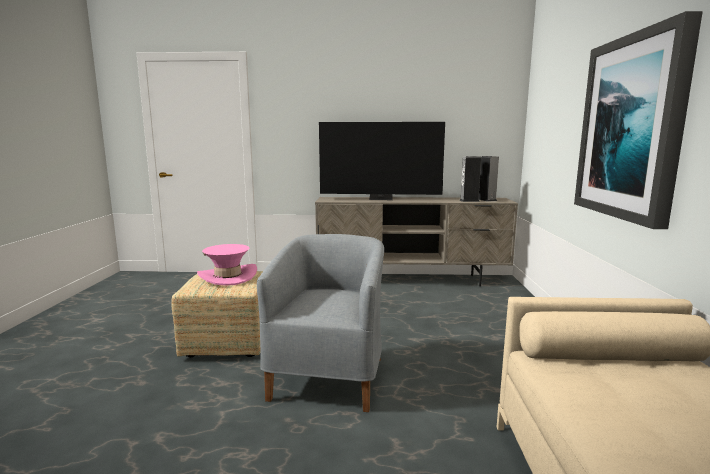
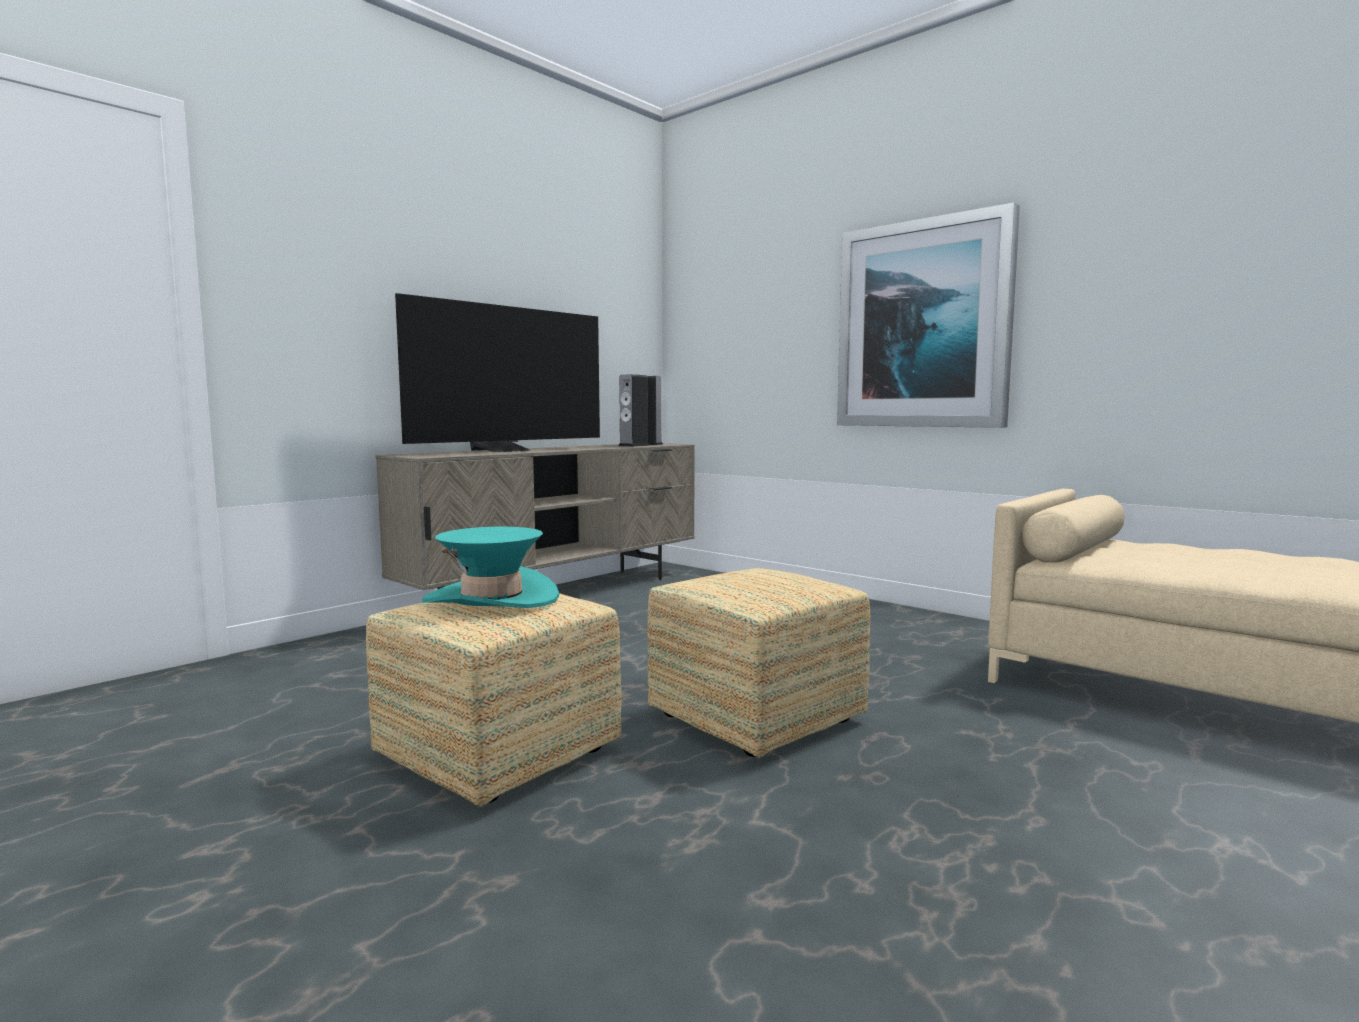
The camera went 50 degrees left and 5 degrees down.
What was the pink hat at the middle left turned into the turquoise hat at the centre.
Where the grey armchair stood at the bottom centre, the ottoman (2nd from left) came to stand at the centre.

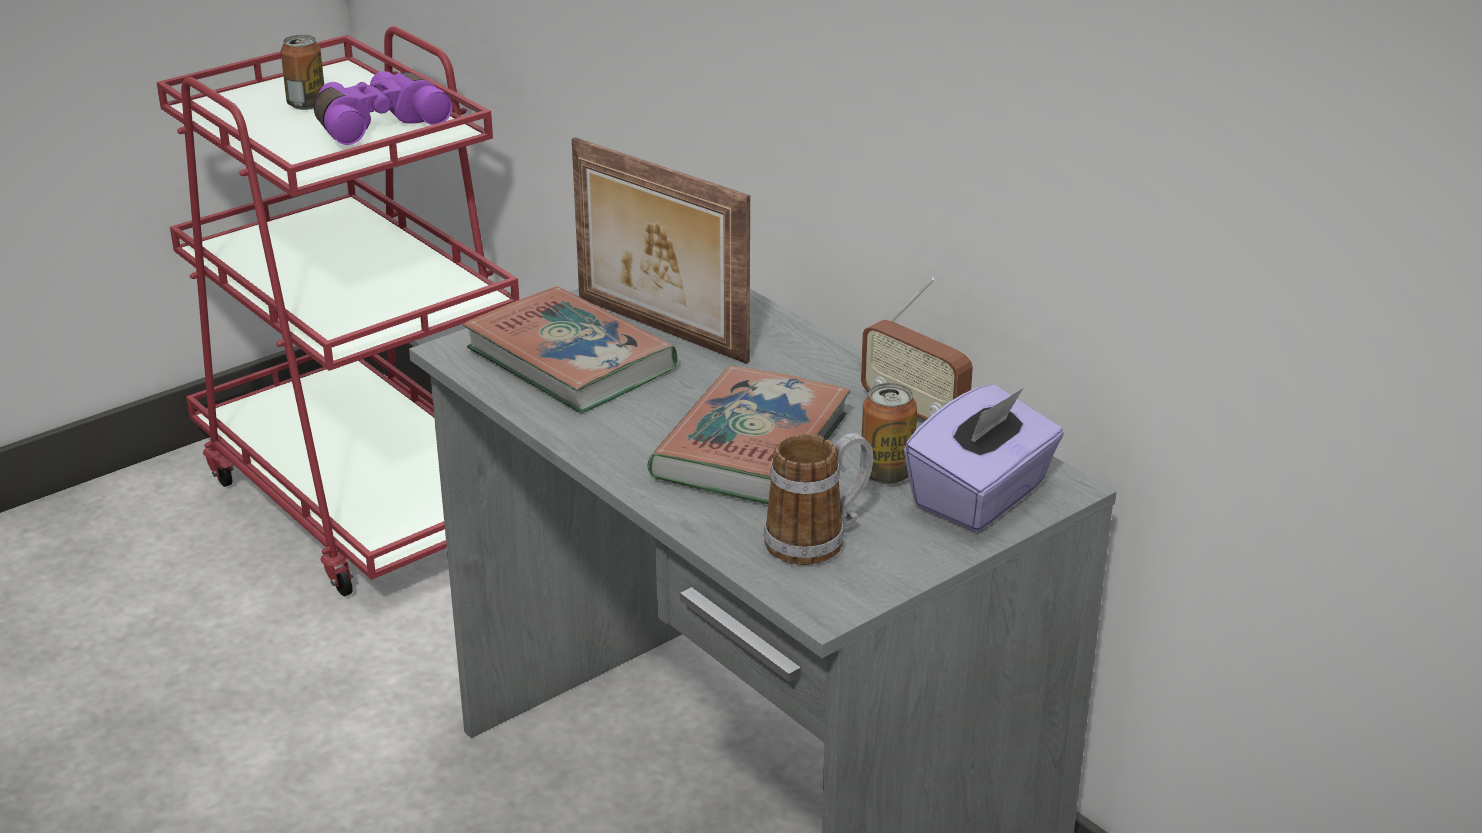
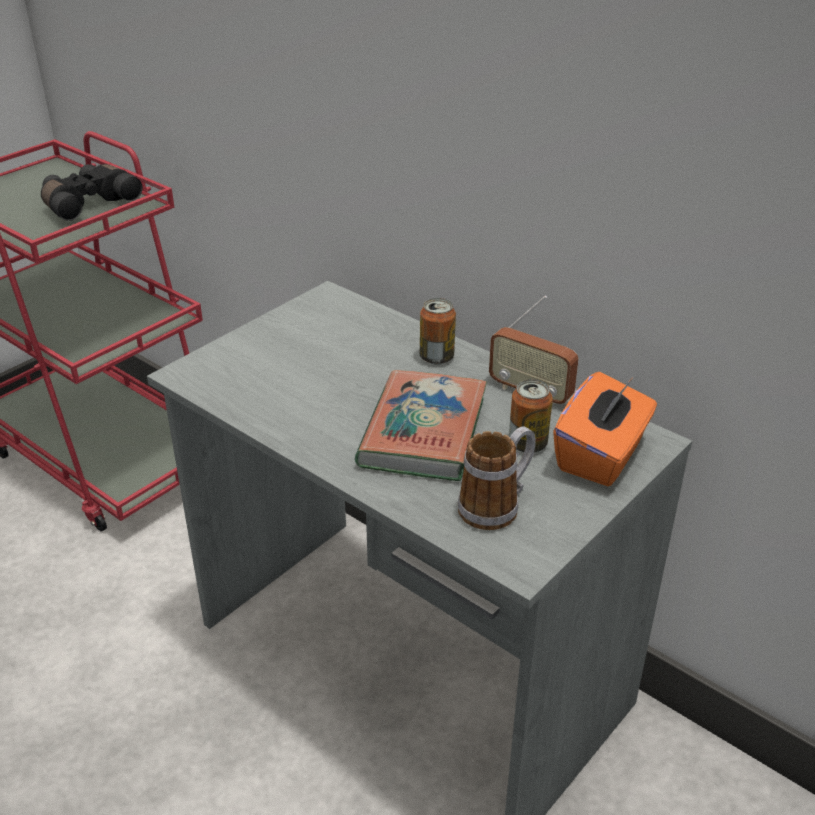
The camera went 10 degrees left and 5 degrees up.
What was the purple binoculars at the top left turned into the black binoculars at the top left.
The can (1st from left) ended up elsewhere, having gone from the top left to the centre.
What was the purple tissue box at the centre turned into the orange tissue box at the middle right.
The second view lost the book (1st from left) at the centre.
The second view lost the picture frame at the top centre.

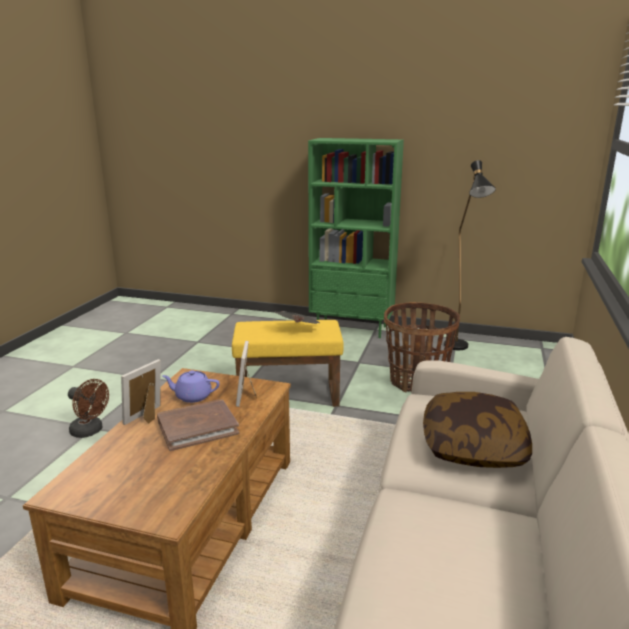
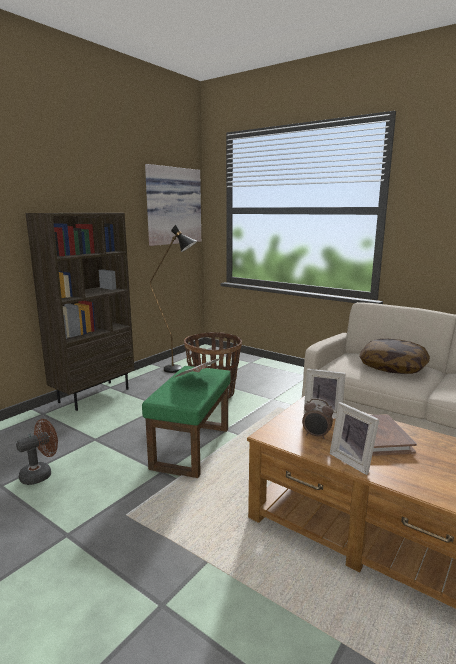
The camera went 70 degrees left and 5 degrees down.
The brown fan ended up elsewhere, having gone from the middle left to the bottom left.
What was the green bookcase at the centre turned into the brown bookcase at the middle left.
What was the yellow ottoman at the centre turned into the green ottoman at the centre.
The second view gained the picture at the top centre.
Where the purple teapot stood at the middle left, the alarm clock came to stand at the middle right.

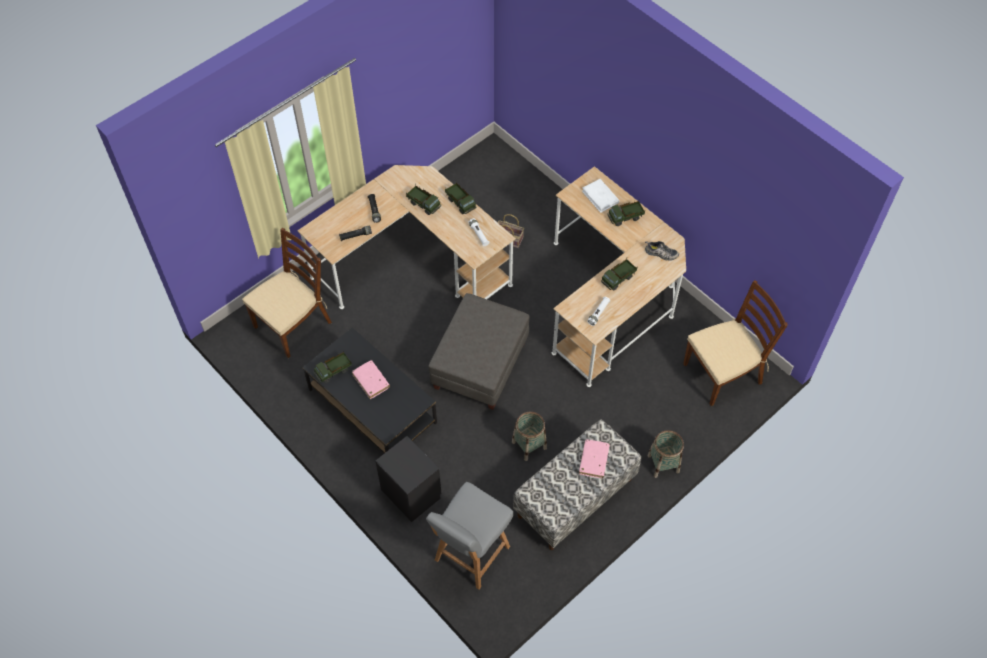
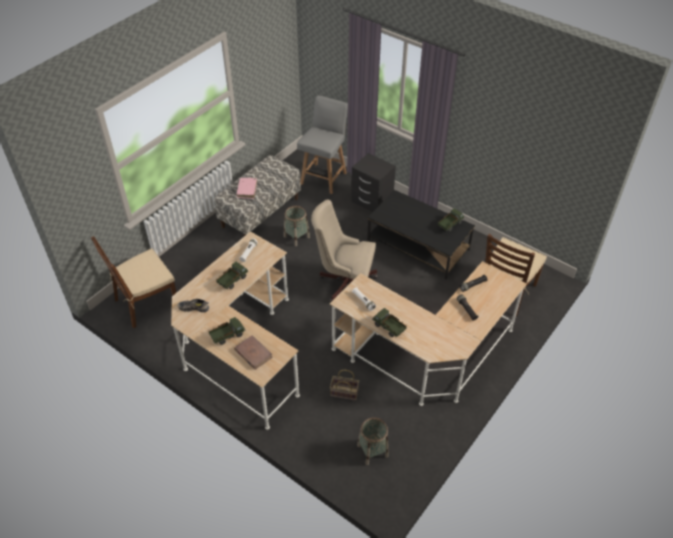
The camera went 170 degrees right and 10 degrees down.
What was the white book at the top centre turned into the brown book at the centre.
Where the grey ottoman stood at the centre, the beige office chair came to stand at the centre.
The basket (3rd from left) ended up elsewhere, having gone from the bottom right to the bottom centre.
The second view lost the pink book (1st from left) at the centre.
The second view lost the toy truck (2nd from left) at the top centre.

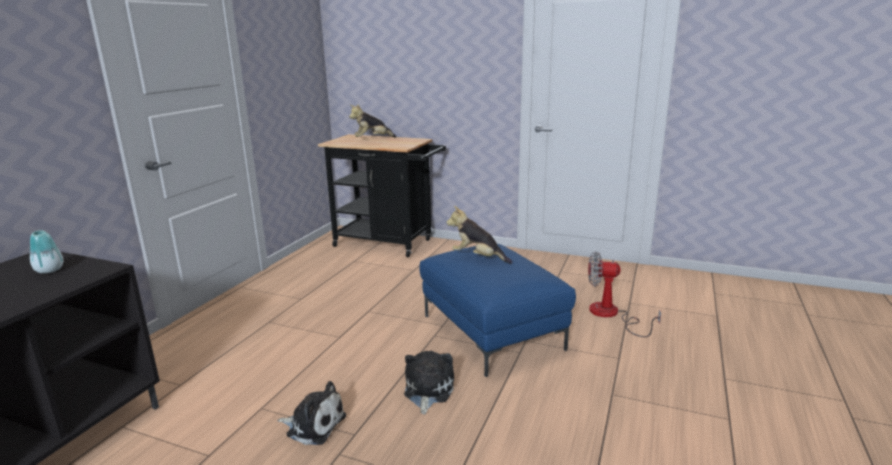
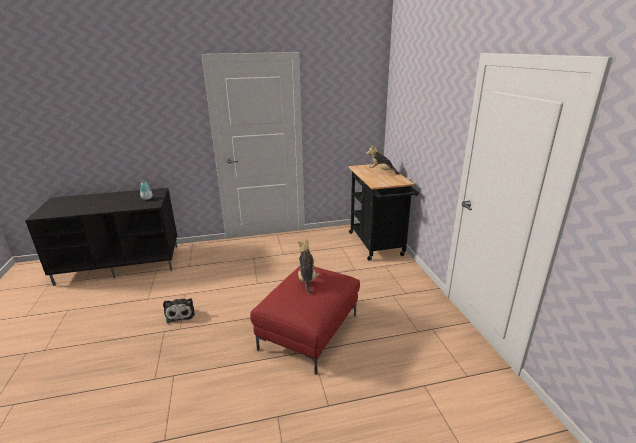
The camera went 55 degrees right and 5 degrees up.
What was the blue ottoman at the bottom centre turned into the red ottoman at the bottom centre.
The second view lost the plush toy (3rd from left) at the bottom centre.
The second view lost the fan at the middle right.

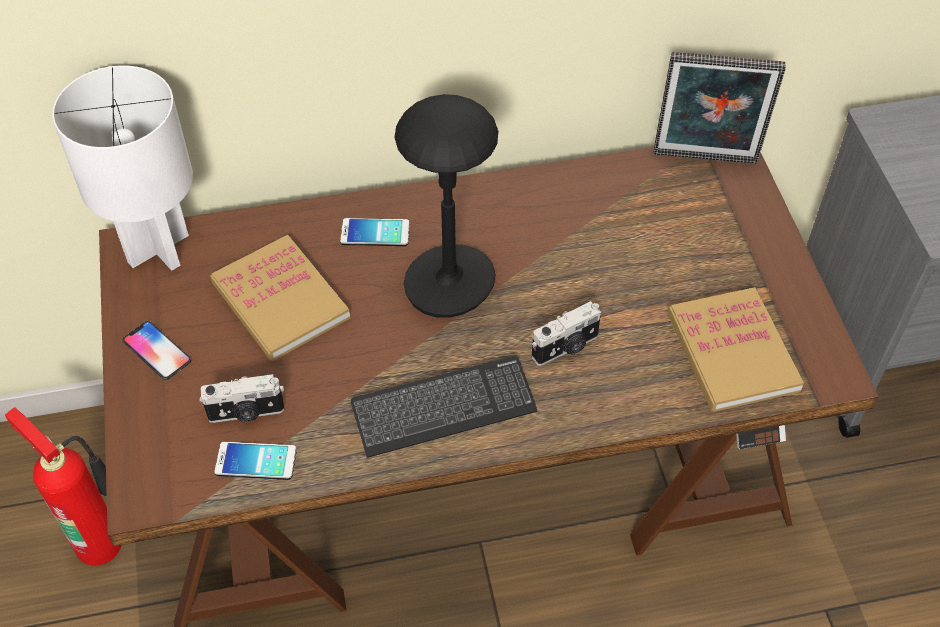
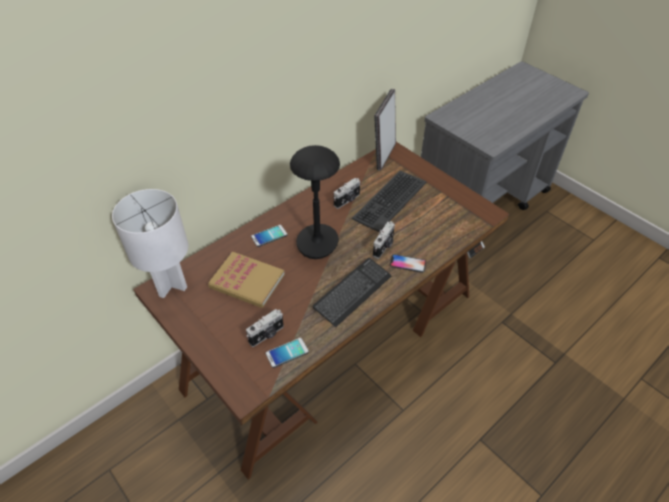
The camera went 30 degrees left and 5 degrees down.
The second view gained the photo camera (2nd from left) at the centre.
The second view gained the keyboard (2nd from left) at the centre.
The picture frame at the top right ended up facing another way, 135 degrees clockwise from before.
The phone (1st from left in the first image) ended up elsewhere, having gone from the middle left to the centre.
The second view lost the fire extinguisher at the bottom left.
The second view lost the book (2nd from left) at the middle right.

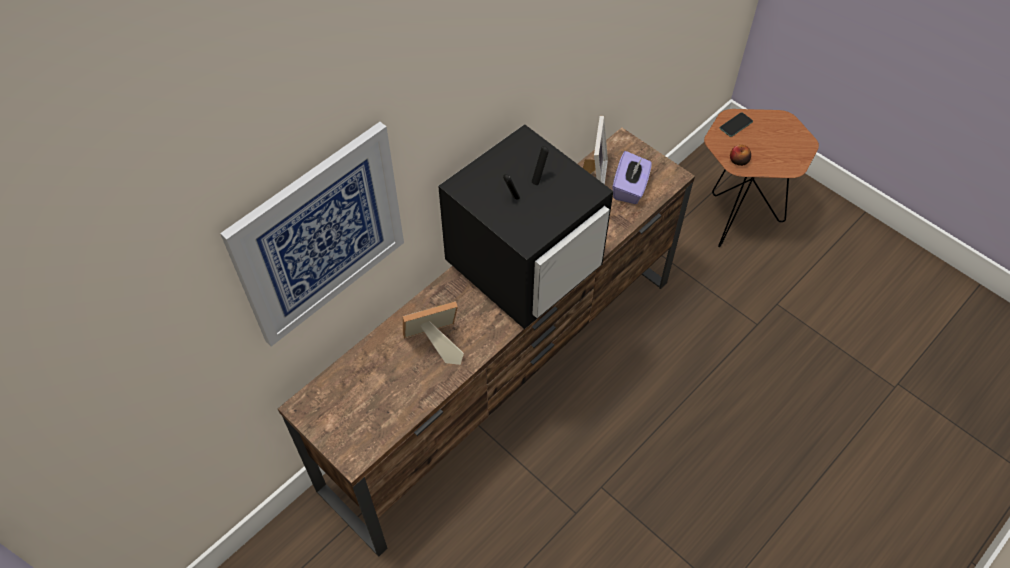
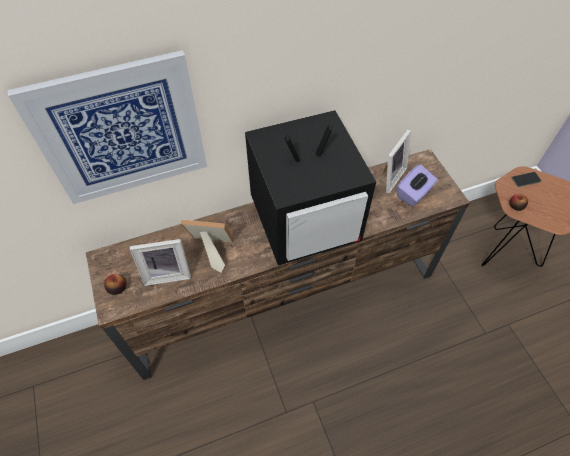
The camera went 25 degrees right and 0 degrees up.
The second view gained the apple (1st from left) at the middle left.
The second view gained the picture frame (1st from left) at the middle left.

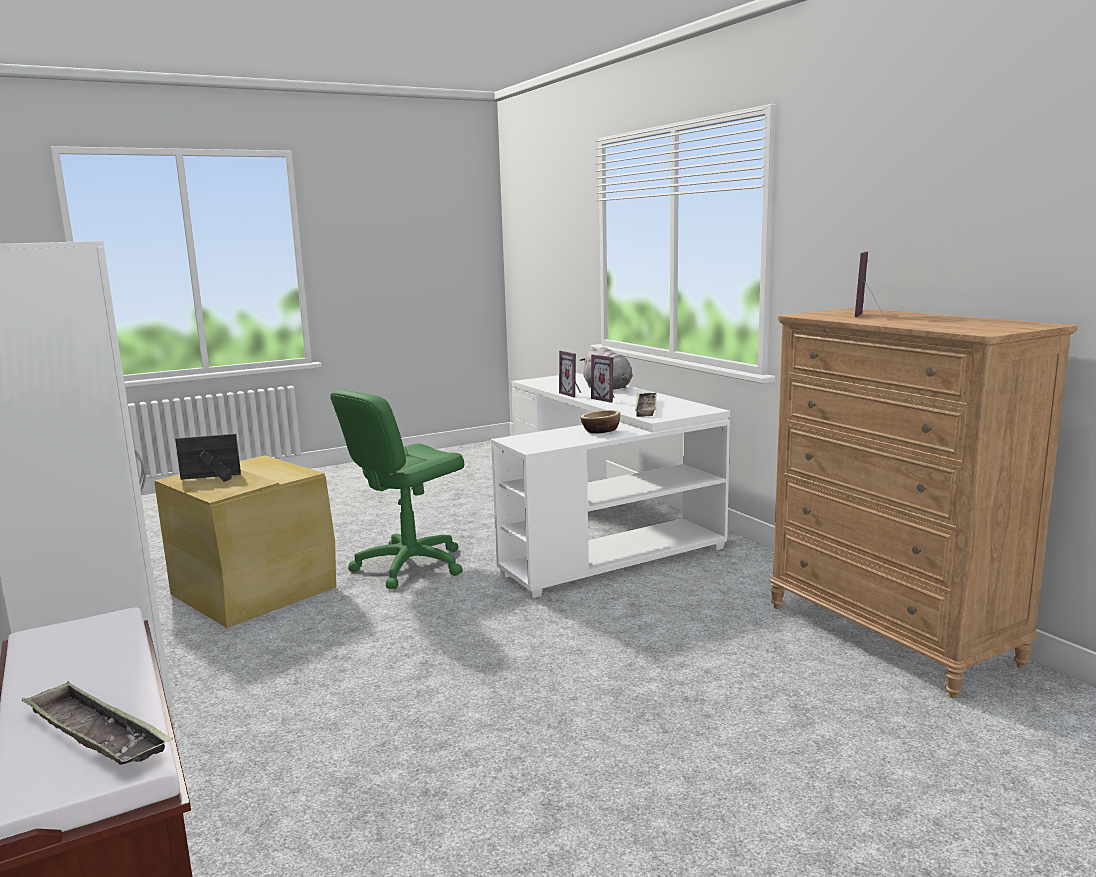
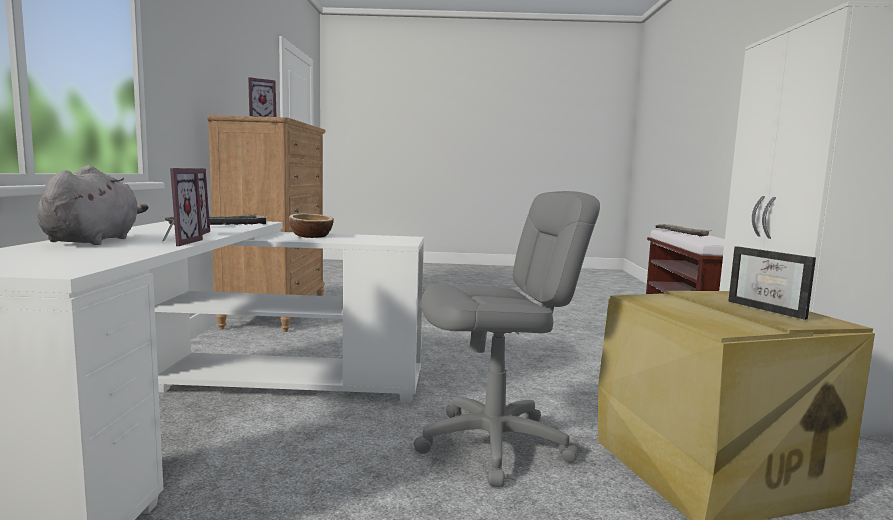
The camera went 150 degrees left and 5 degrees down.
What was the green office chair at the centre turned into the grey office chair at the centre.
The picture frame (1st from left in the first image) at the middle left ended up facing another way, 45 degrees clockwise from before.

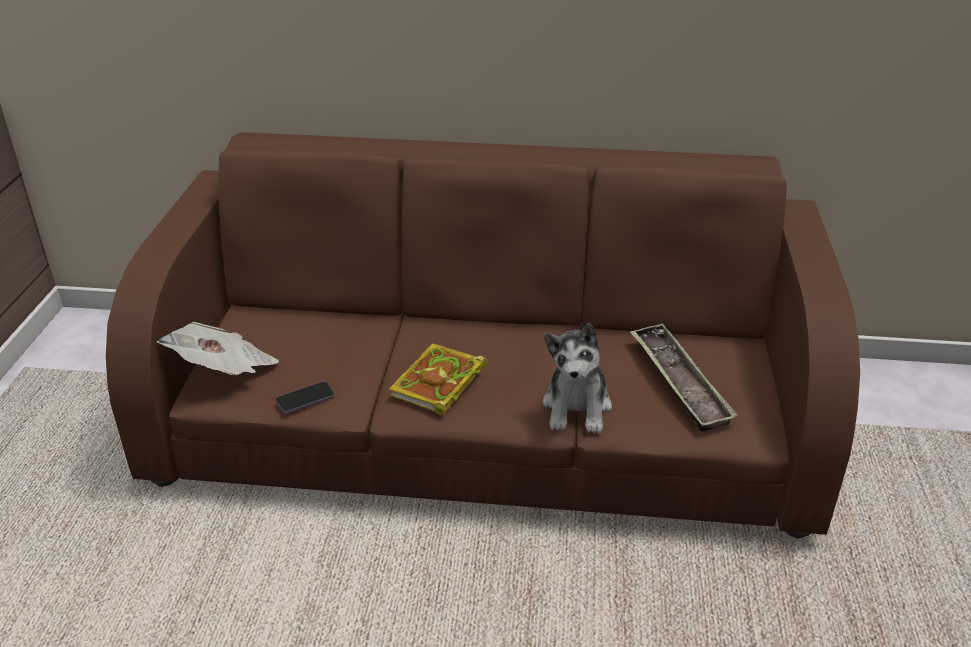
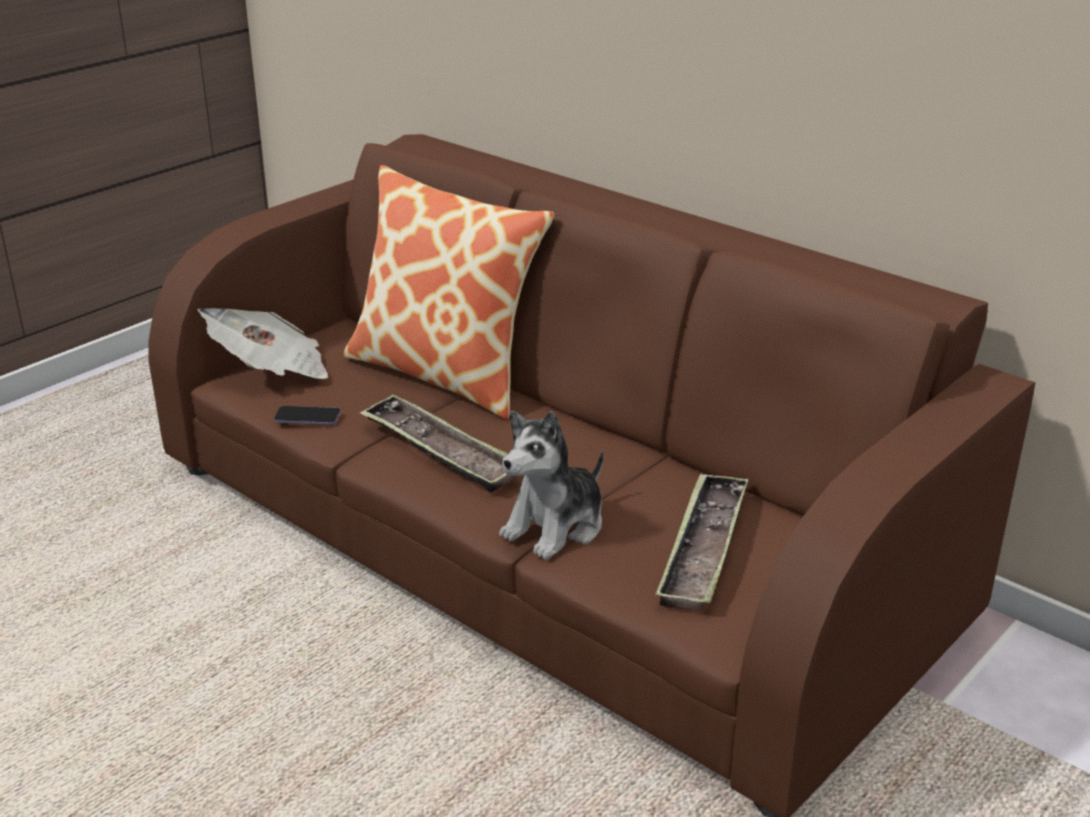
The camera went 35 degrees right and 5 degrees down.
The second view gained the pillow at the centre.
Where the book stood at the centre, the tray (1st from left) came to stand at the centre.

